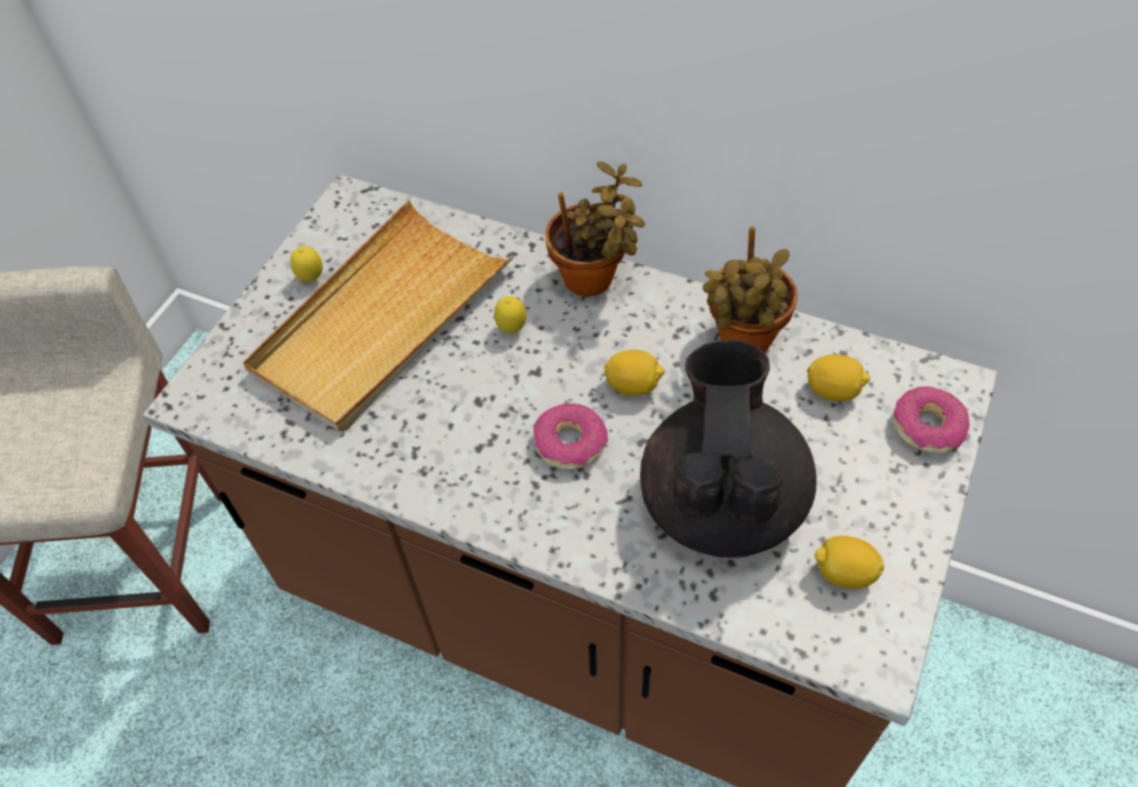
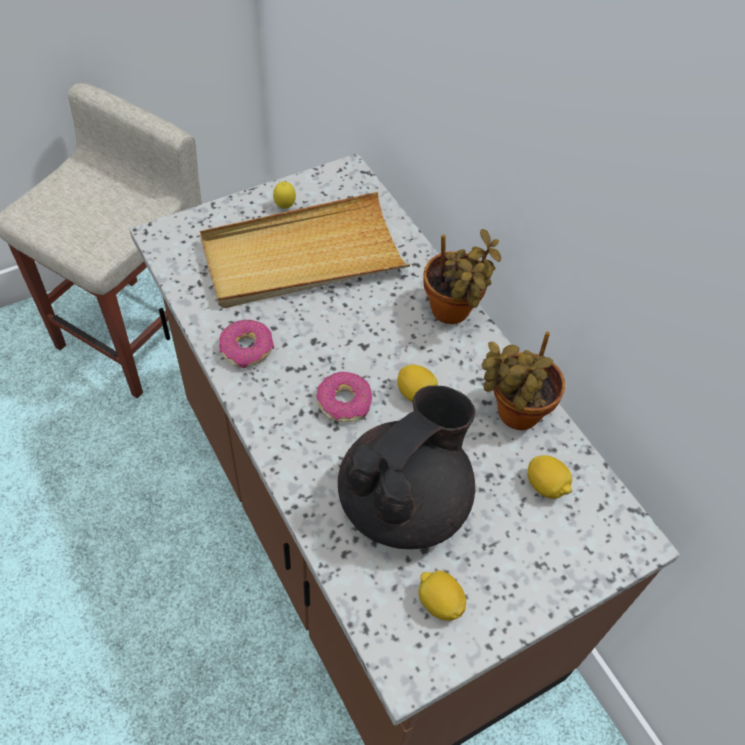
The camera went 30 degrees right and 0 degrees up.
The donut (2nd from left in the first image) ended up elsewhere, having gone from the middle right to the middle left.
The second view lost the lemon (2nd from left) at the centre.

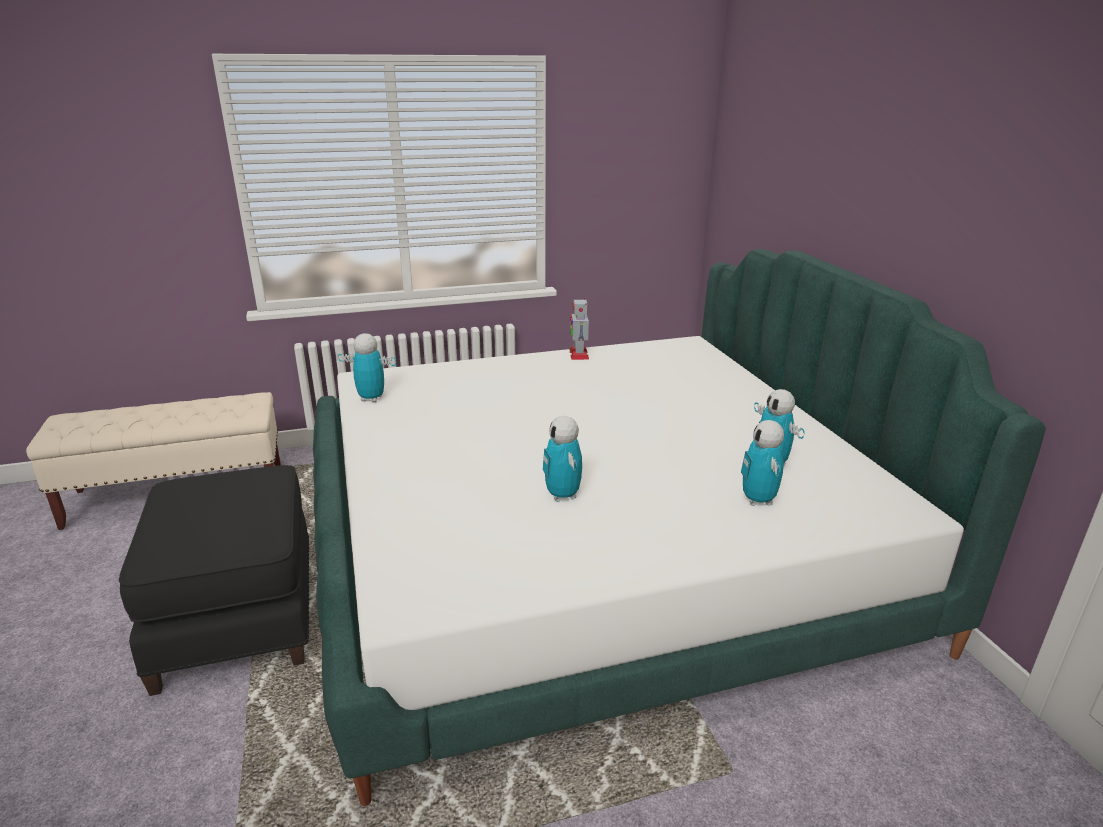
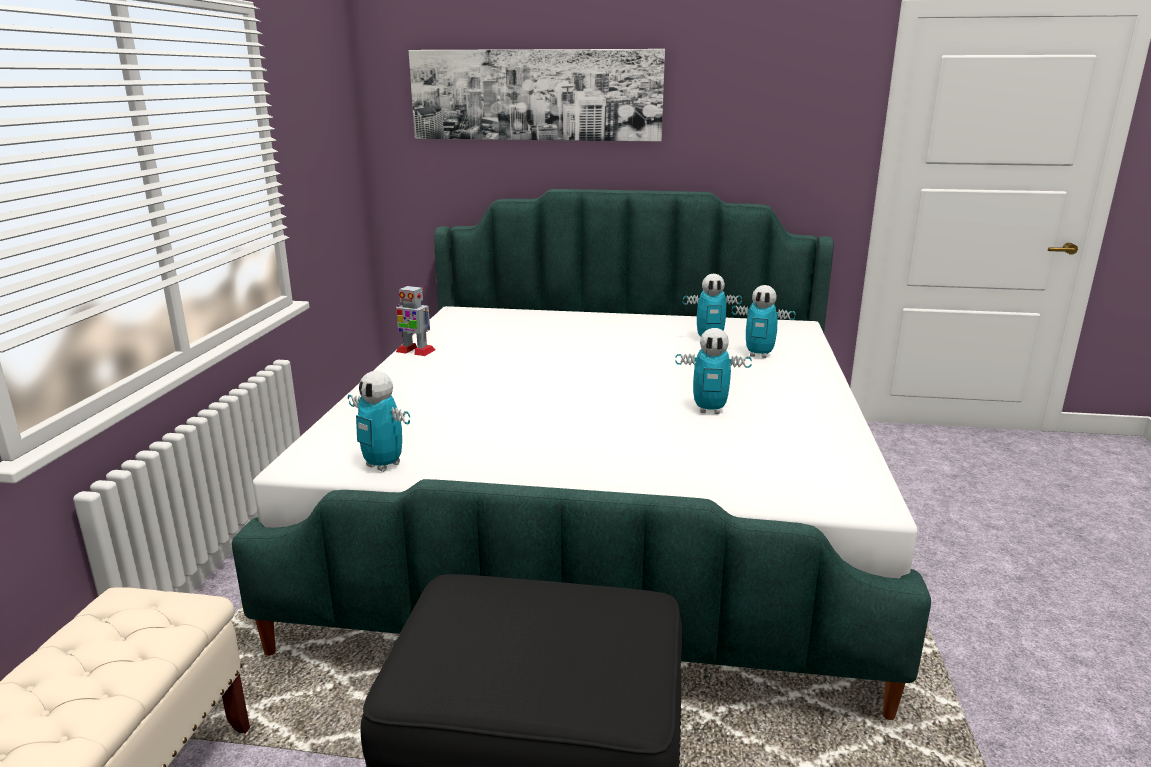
The camera went 65 degrees left and 5 degrees down.
The toy robot (1st from left) at the middle left ended up facing another way, 90 degrees counterclockwise from before.
The second view gained the picture at the top centre.

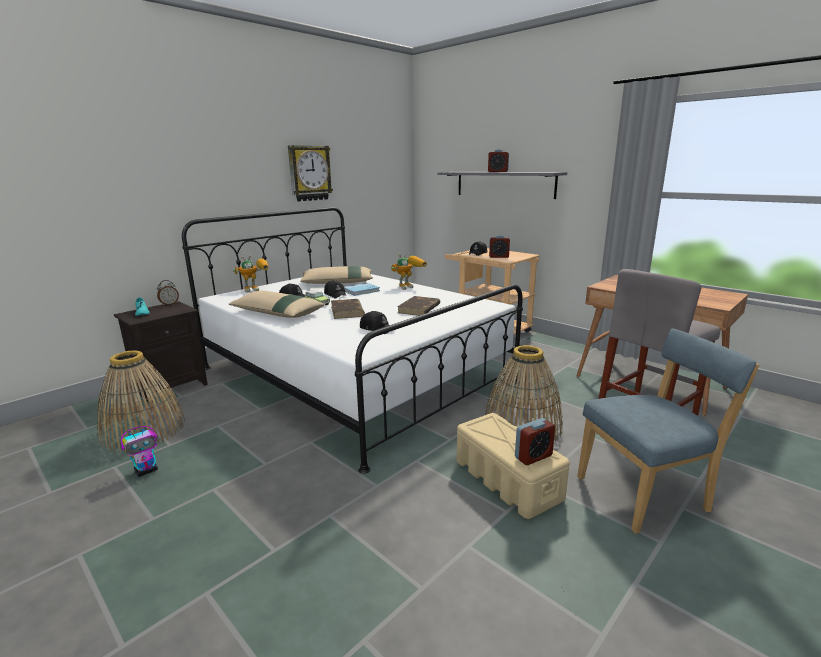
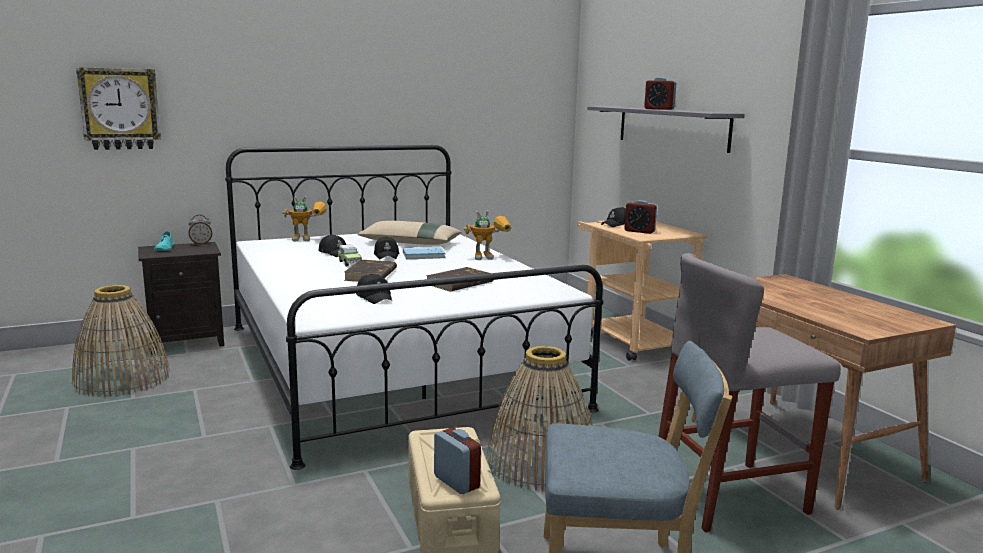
The camera went 20 degrees right and 5 degrees down.
The wall clock ended up elsewhere, having gone from the top centre to the top left.
The alarm clock (4th from left in the first image) at the bottom centre ended up facing another way, 120 degrees counterclockwise from before.
The second view lost the toy robot (1st from left) at the bottom left.
The second view lost the beige pillow (1st from left) at the centre.

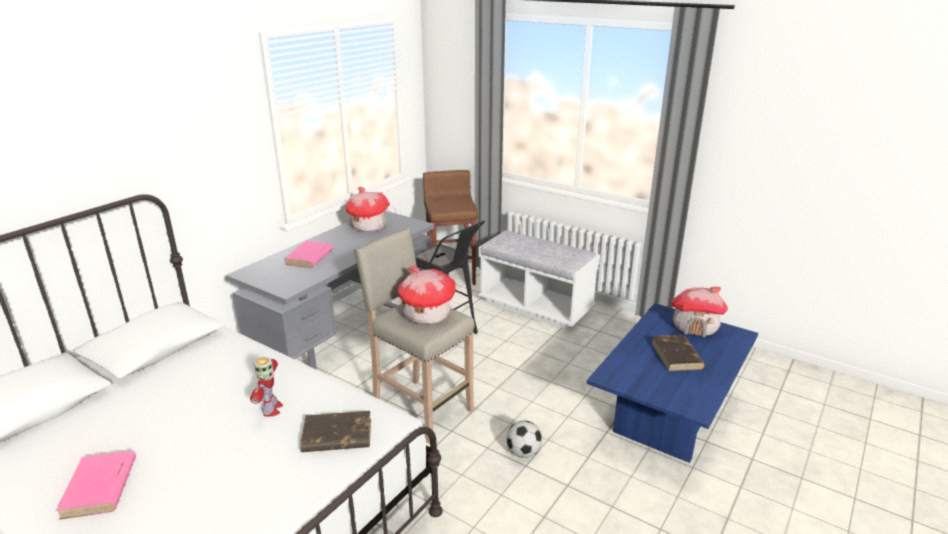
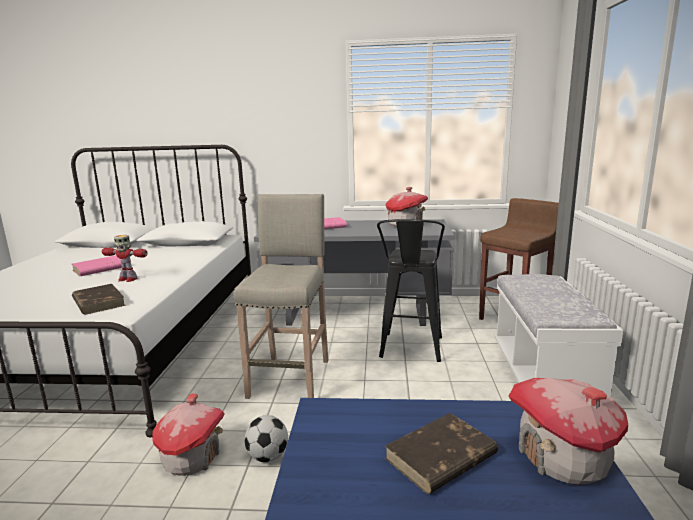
The camera went 60 degrees right and 10 degrees down.
The pink book (1st from left) ended up elsewhere, having gone from the bottom left to the middle left.
The toy robot at the bottom left ended up facing another way, 45 degrees clockwise from before.
The toy house (2nd from left in the first image) ended up elsewhere, having gone from the centre to the bottom left.

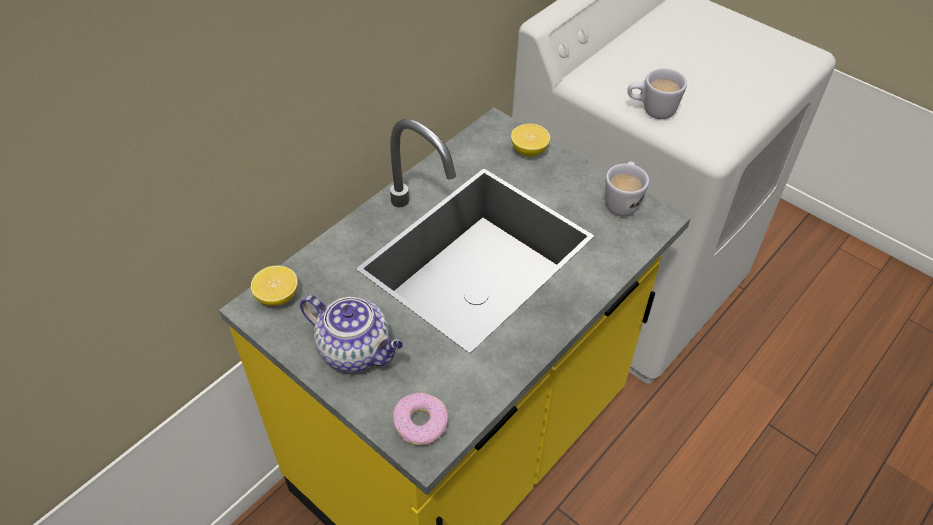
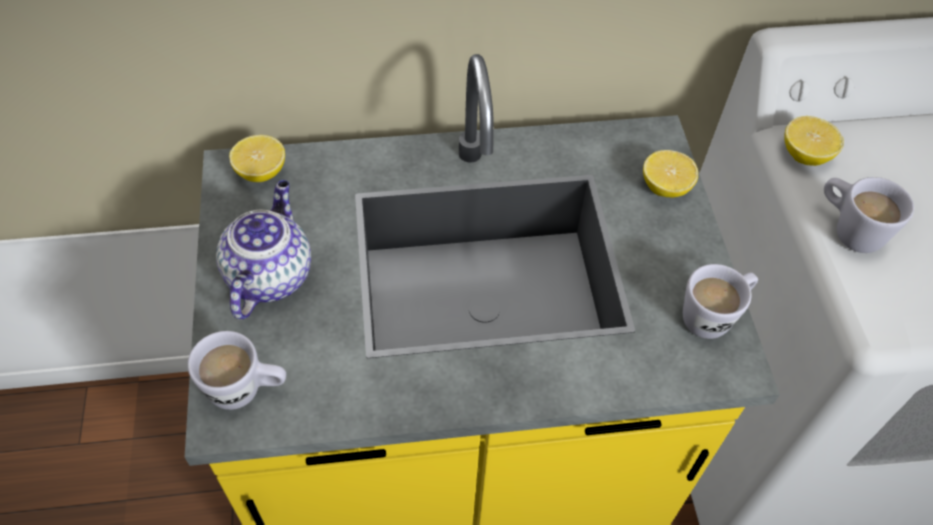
The camera went 40 degrees right and 5 degrees up.
Where the donut stood at the bottom centre, the white mug (1st from left) came to stand at the bottom left.
The teapot at the centre ended up facing another way, 150 degrees counterclockwise from before.
The second view gained the lemon (3rd from left) at the top right.

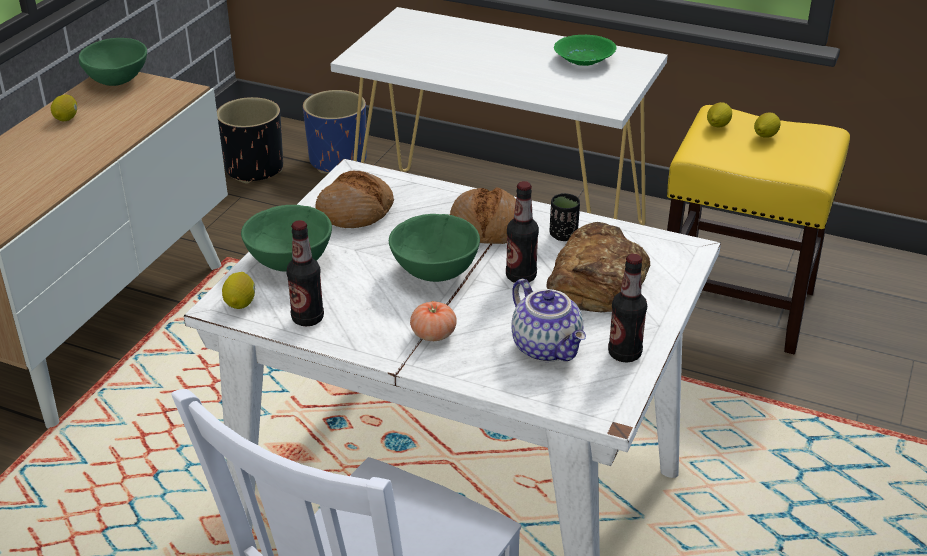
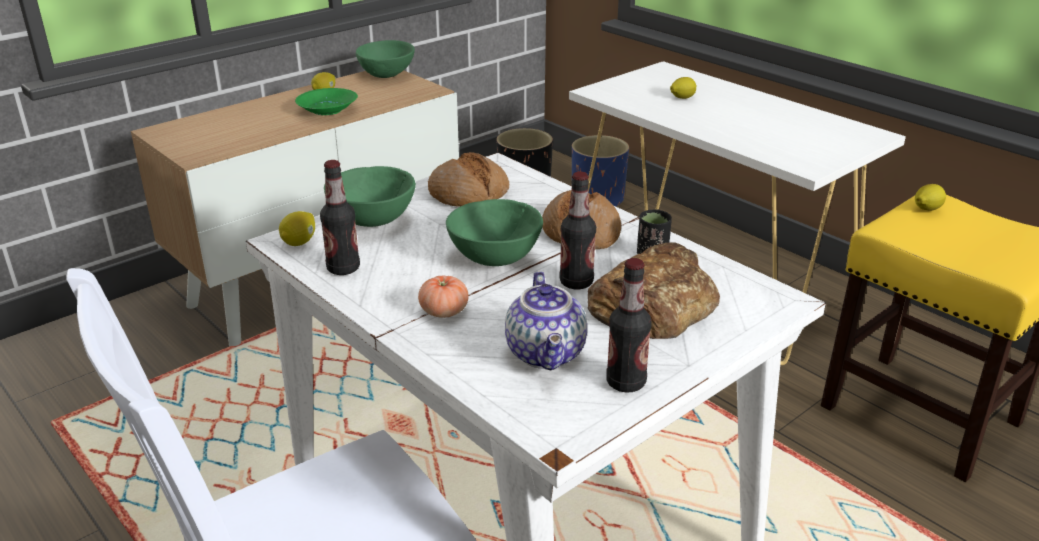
The camera went 25 degrees right and 5 degrees down.
The green bowl (4th from left in the first image) ended up elsewhere, having gone from the top centre to the top left.
The lemon (4th from left in the first image) ended up elsewhere, having gone from the top right to the top centre.

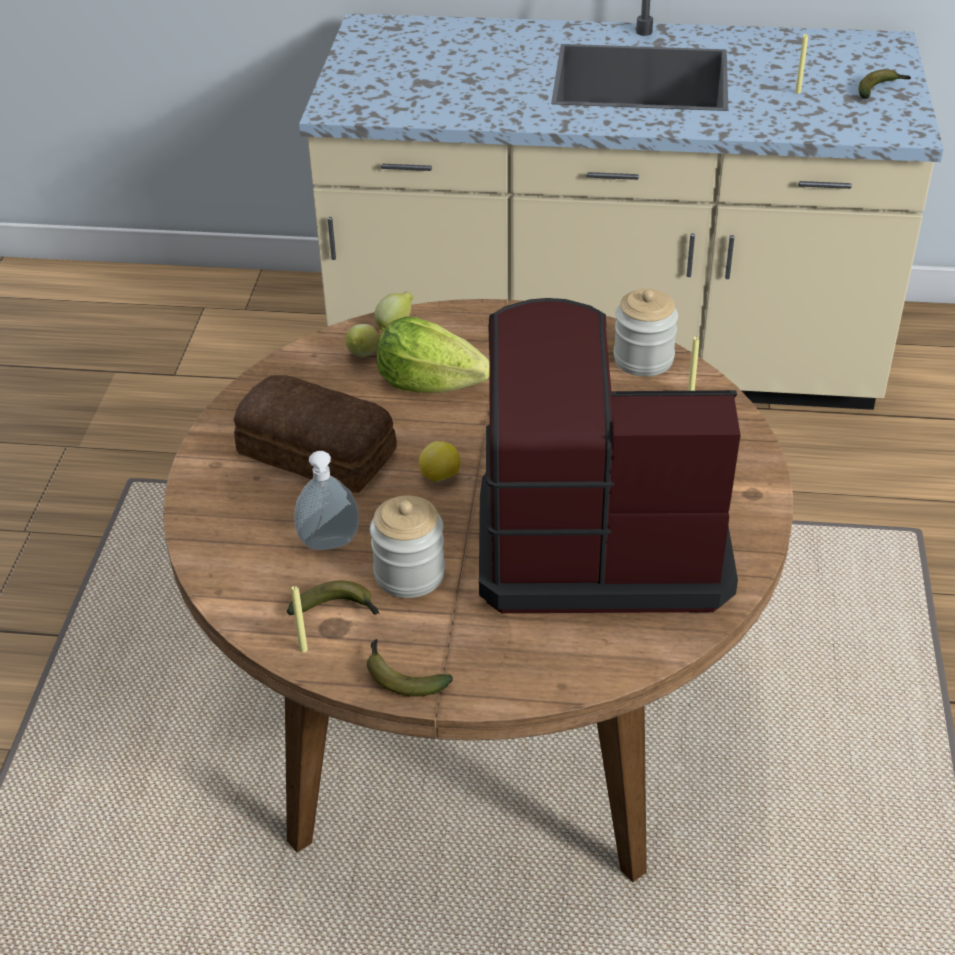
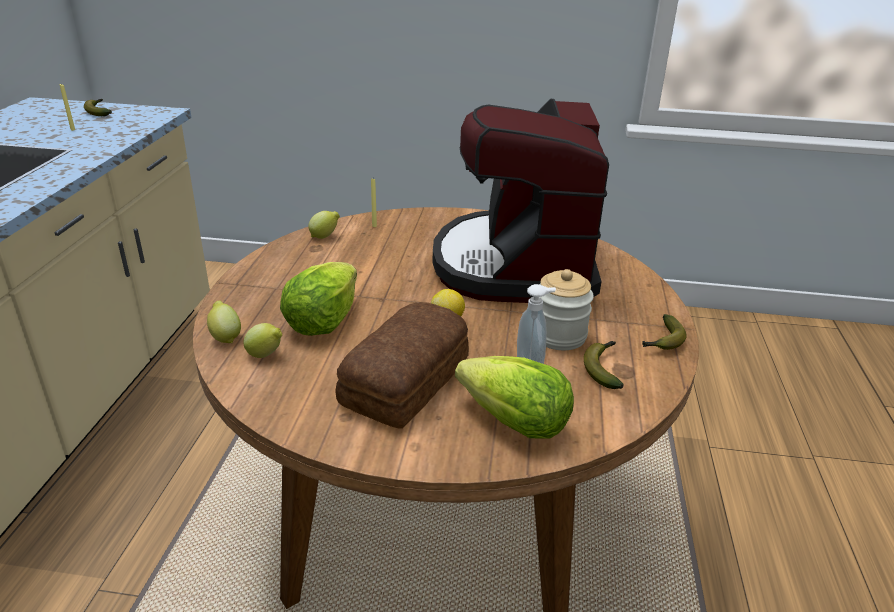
The camera went 90 degrees left and 10 degrees down.
Where the jar (2nd from left) stood at the middle right, the lemon (3rd from left) came to stand at the centre.
The second view gained the lettuce (2nd from left) at the centre.
The second view lost the yellow candle (1st from left) at the middle left.

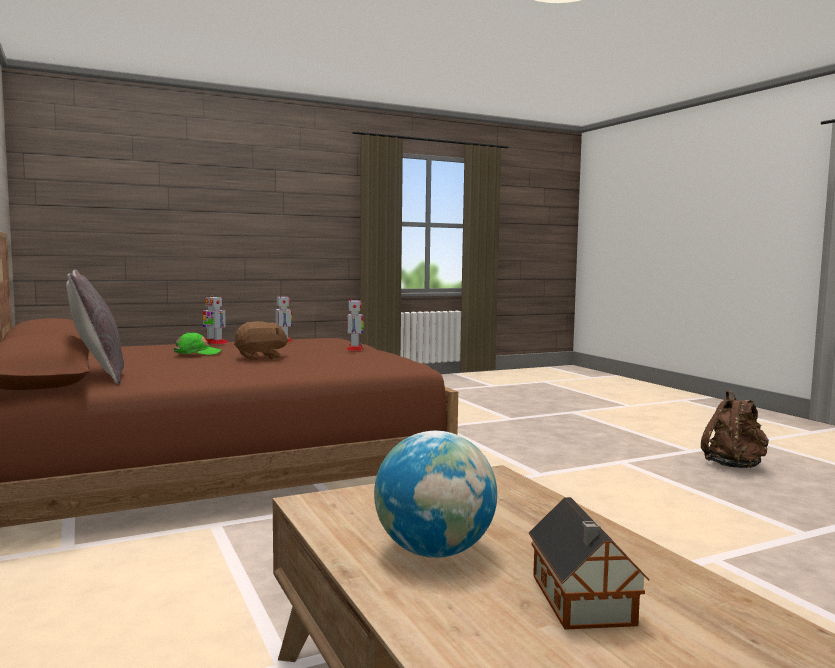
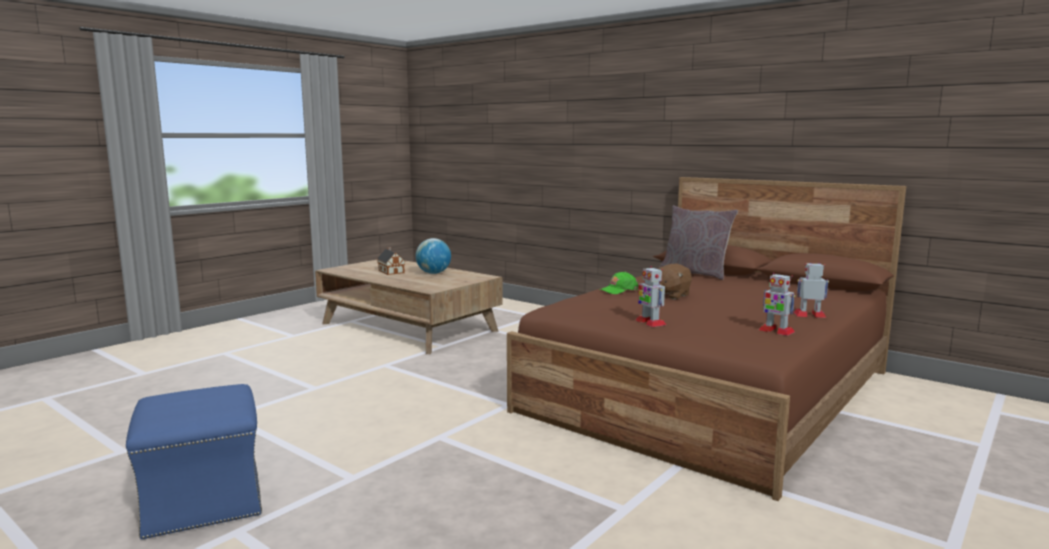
The camera went 155 degrees right and 5 degrees up.
Where the brown backpack stood at the middle right, the blue ottoman came to stand at the bottom left.
The green cap ended up elsewhere, having gone from the middle left to the centre.

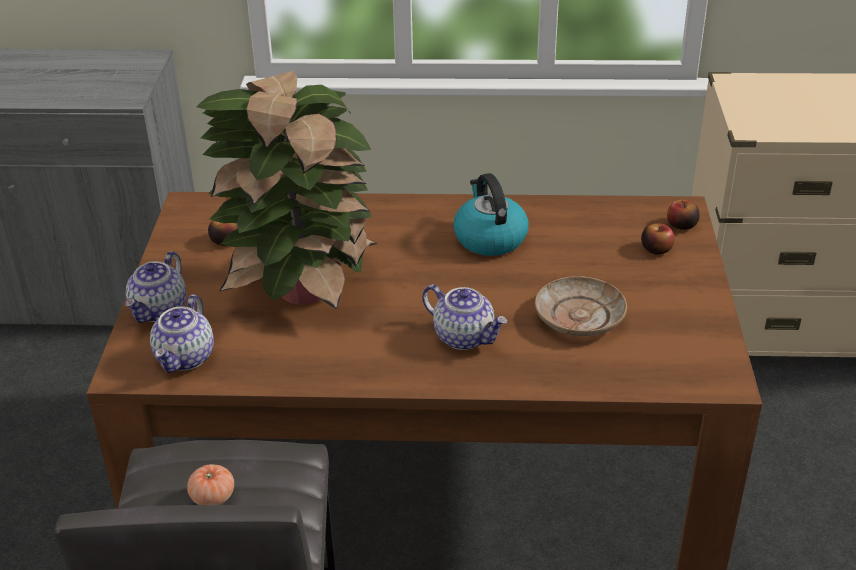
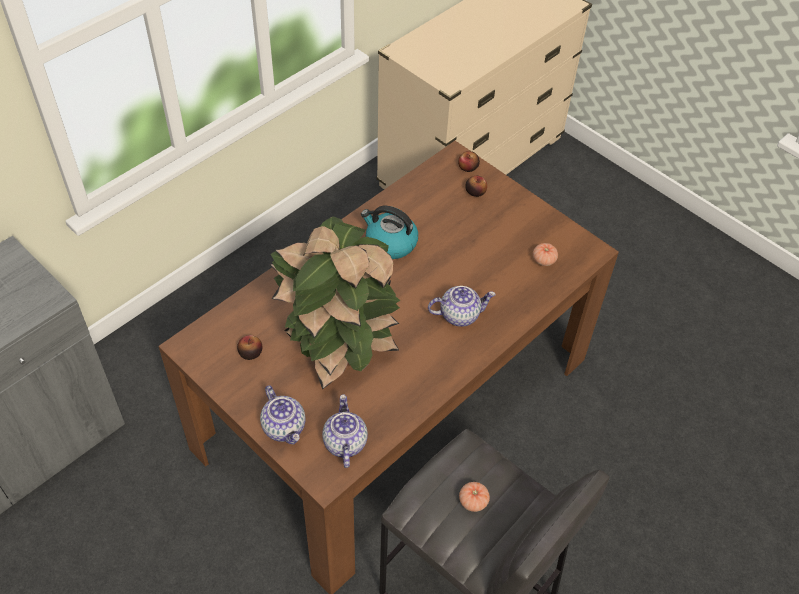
The camera went 50 degrees left and 15 degrees up.
The teapot (2nd from left) at the middle left ended up facing another way, 150 degrees counterclockwise from before.
The second view gained the tomato (2nd from left) at the middle right.
The second view lost the beige plate at the middle right.

